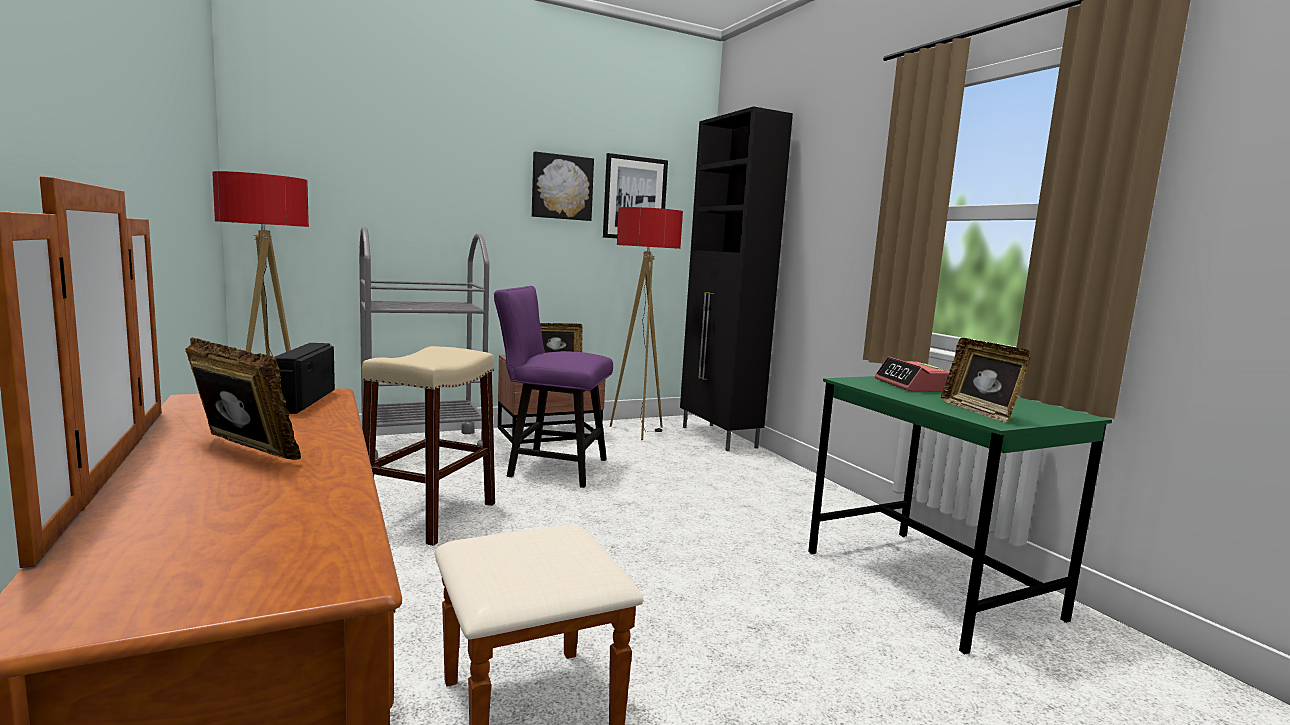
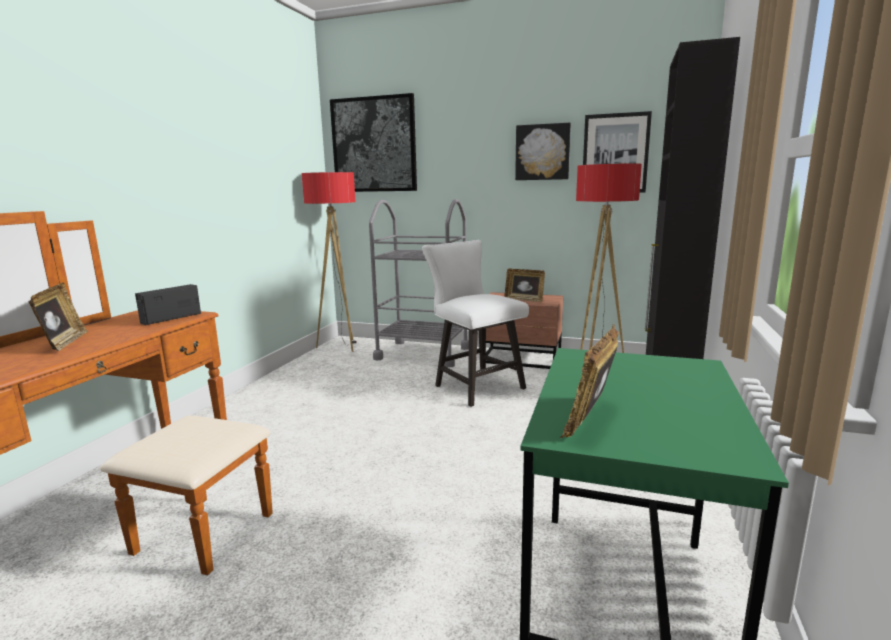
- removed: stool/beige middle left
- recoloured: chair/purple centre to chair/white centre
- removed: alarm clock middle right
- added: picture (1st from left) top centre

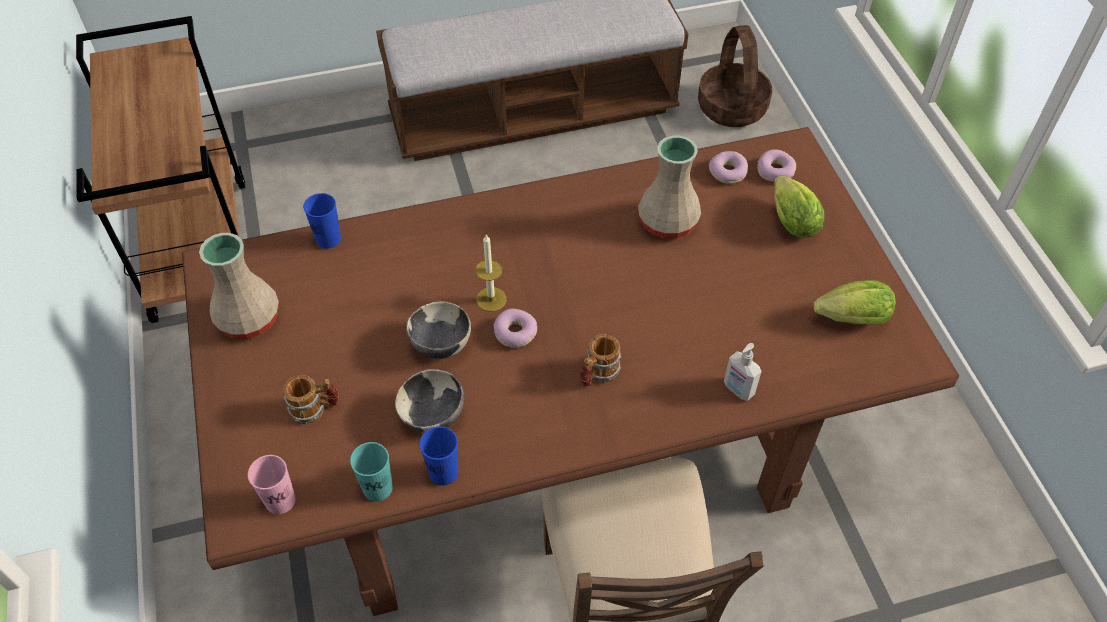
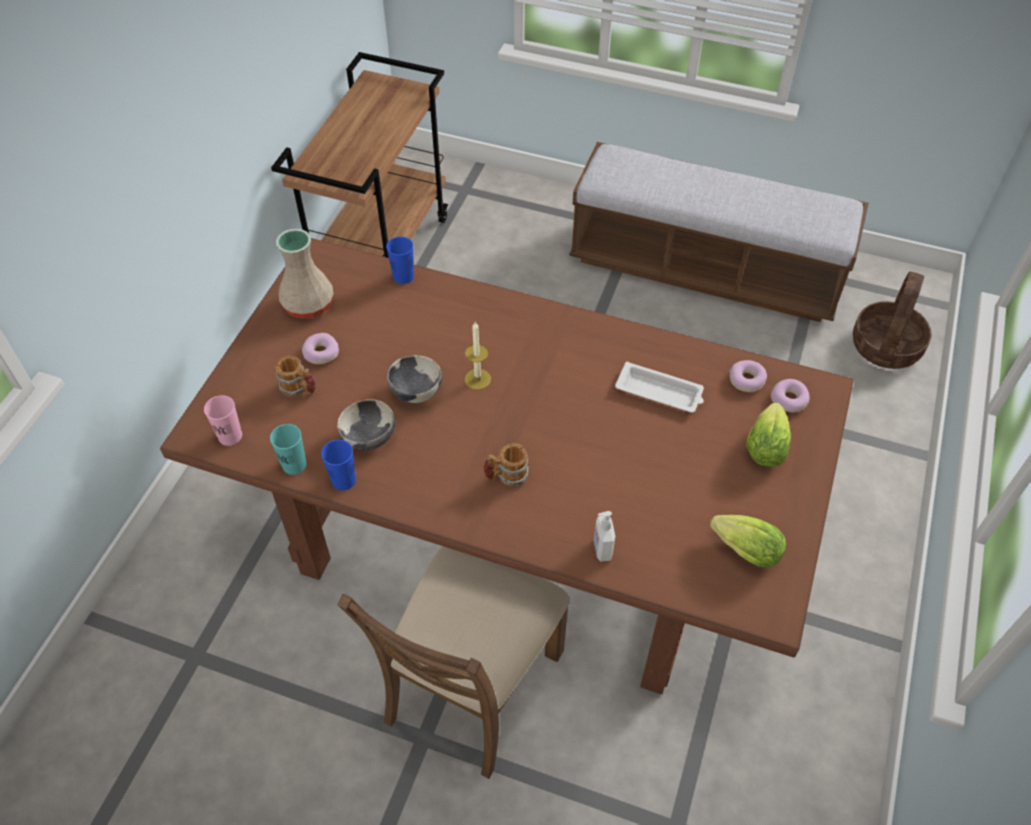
- moved: donut (1st from left) centre to middle left
- replaced: vase/beige (2nd from left) top centre to tray/white centre

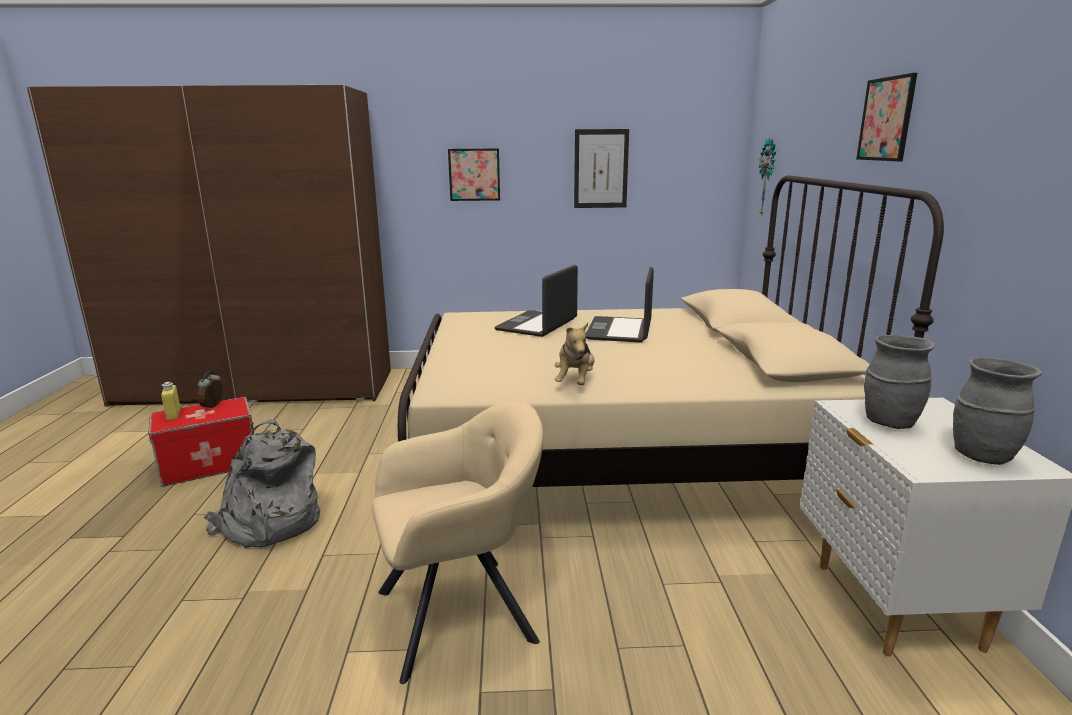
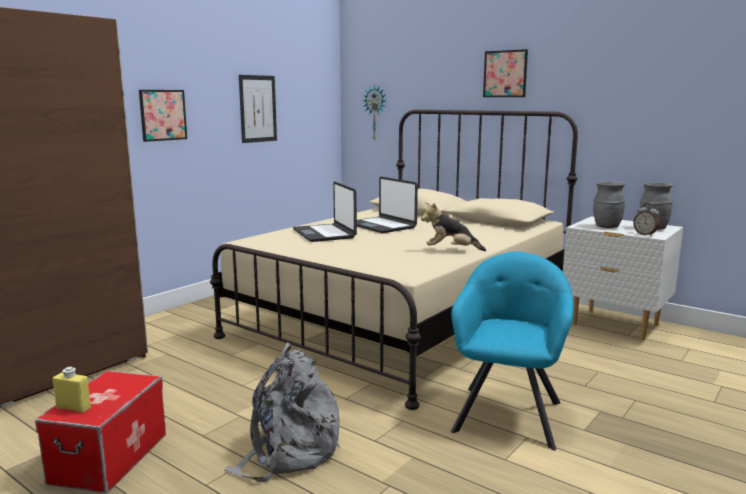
- moved: alarm clock middle left to middle right
- recoloured: armchair/beige bottom centre to armchair/turquoise bottom right
- turned: plush toy centre = centre 135 degrees clockwise

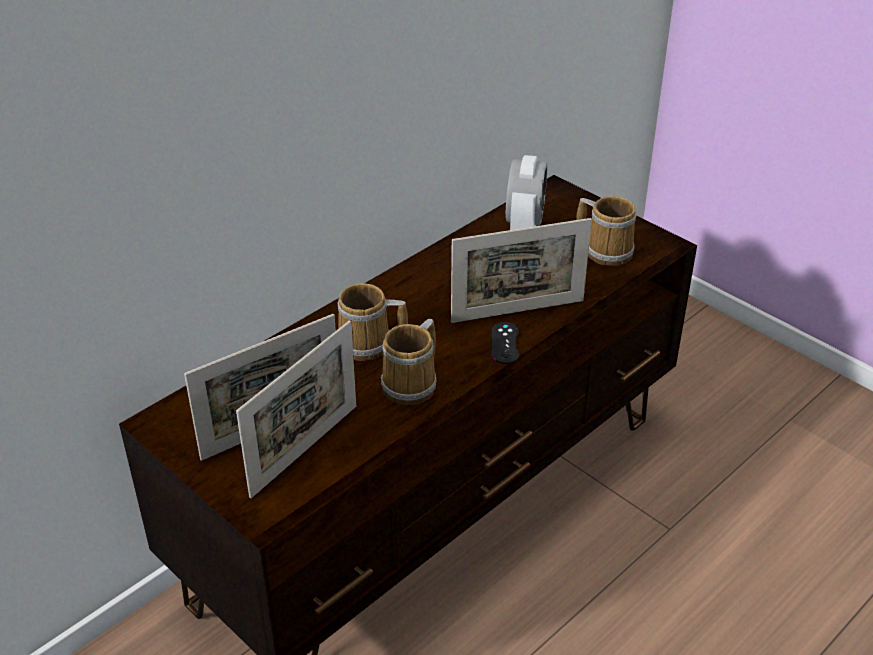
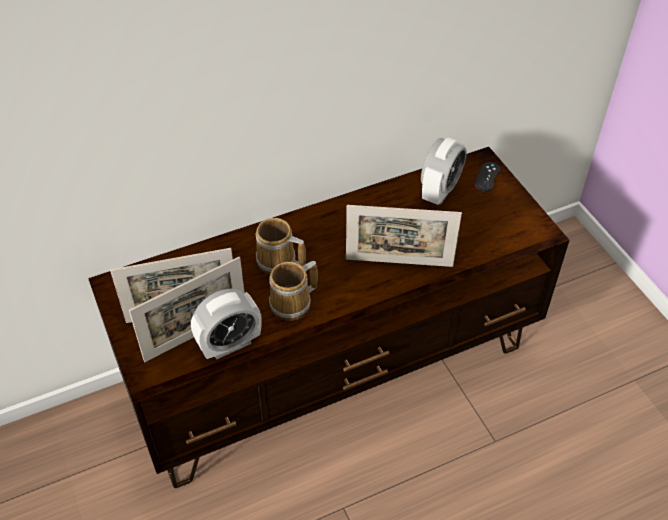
- moved: game controller/black centre to middle right
- removed: mug (3rd from left) middle right
- added: alarm clock (1st from left) centre

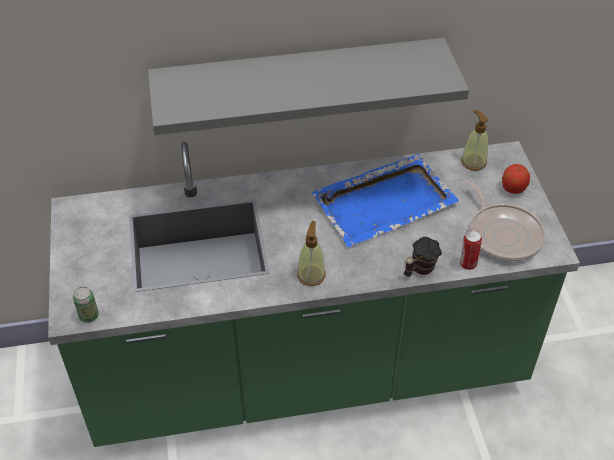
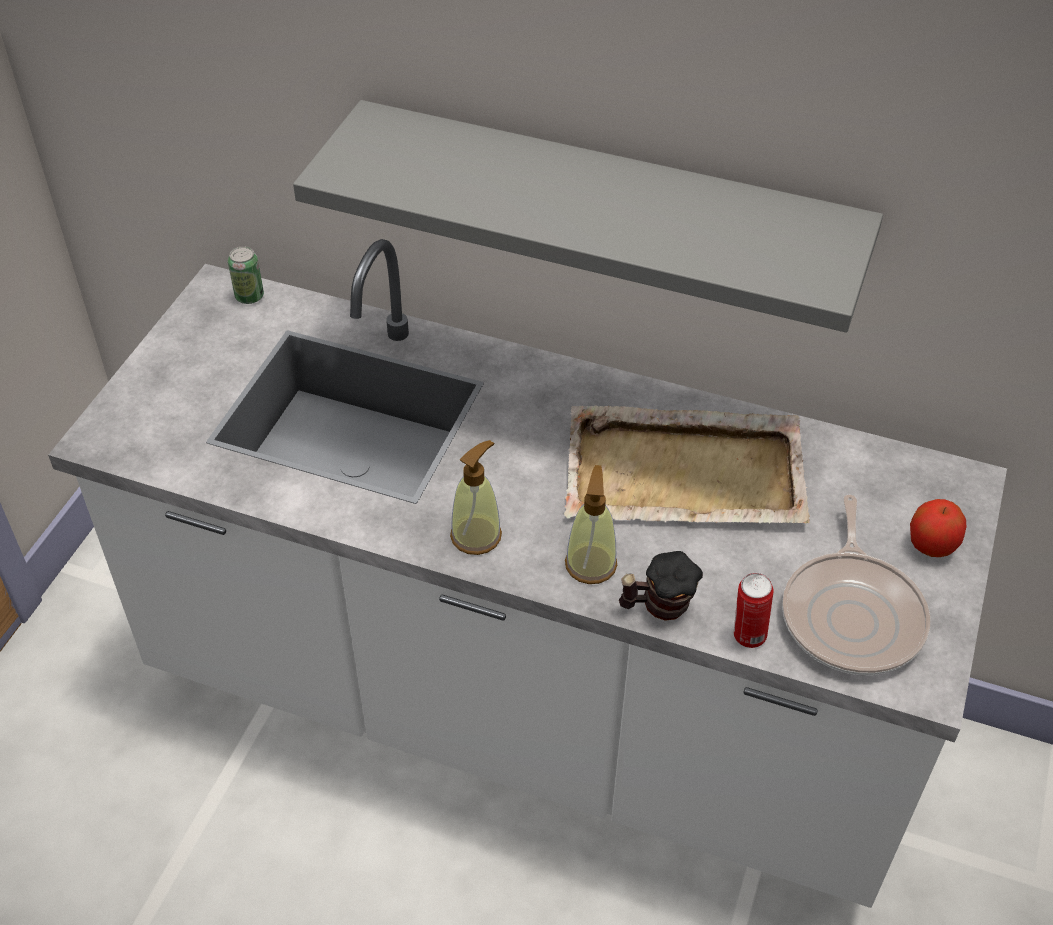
- recoloured: counter/green centre to counter/white centre
- moved: can (1st from left) middle left to top left
- recoloured: tray/blue centre to tray/beige centre
- moved: soap dispenser (2nd from left) top right to centre

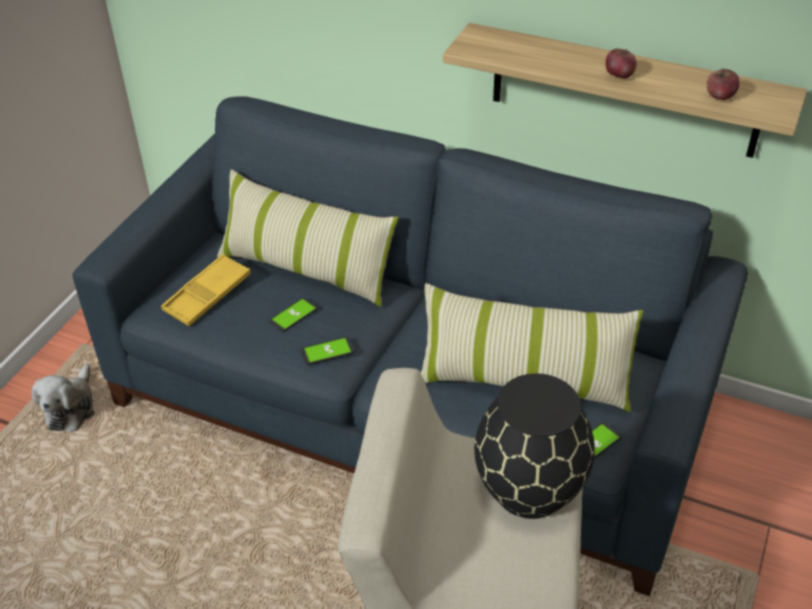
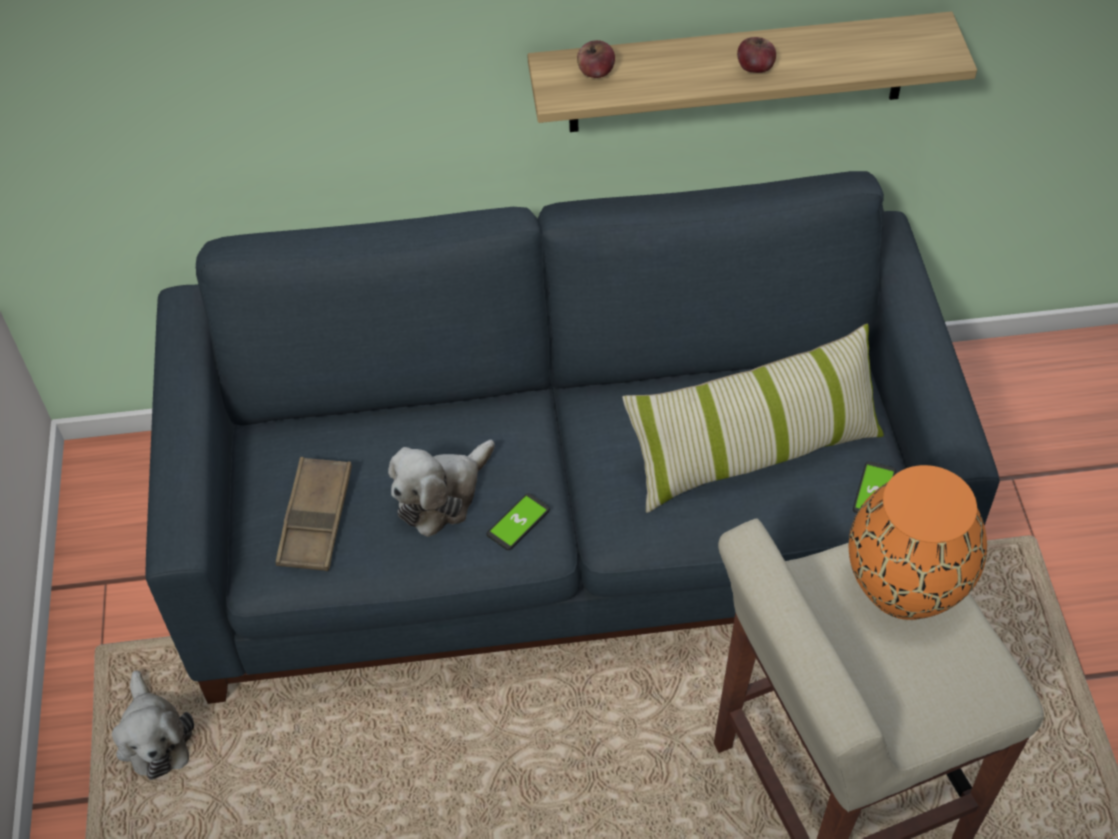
- recoloured: tray/yellow middle left to tray/brown middle left
- removed: pillow (1st from left) centre
- replaced: phone (1st from left) centre to plush toy (2nd from left) centre
- recoloured: vase/black bottom centre to vase/orange middle right
- moved: apple (2nd from left in the first image) top right to apple (1st from left) top centre

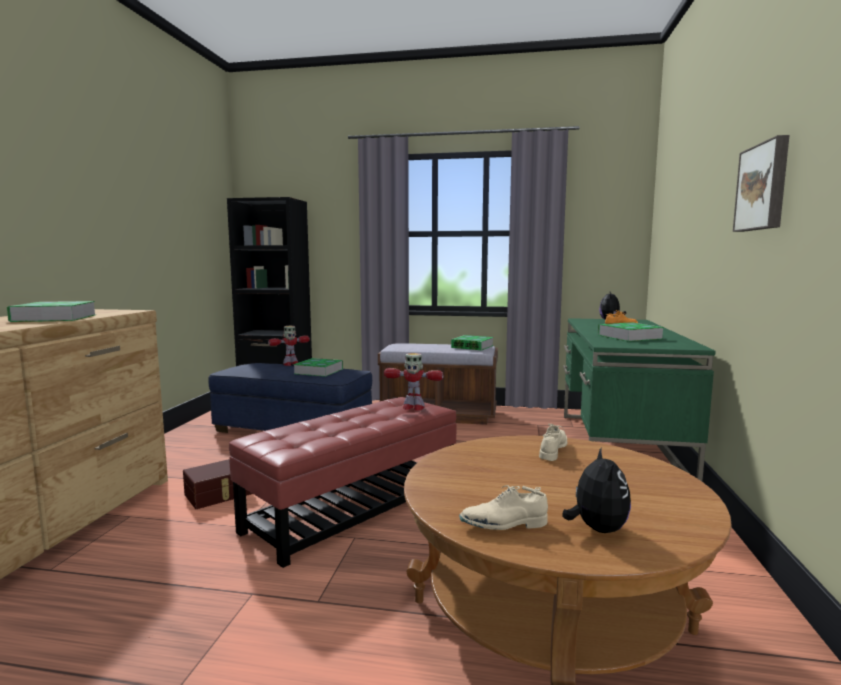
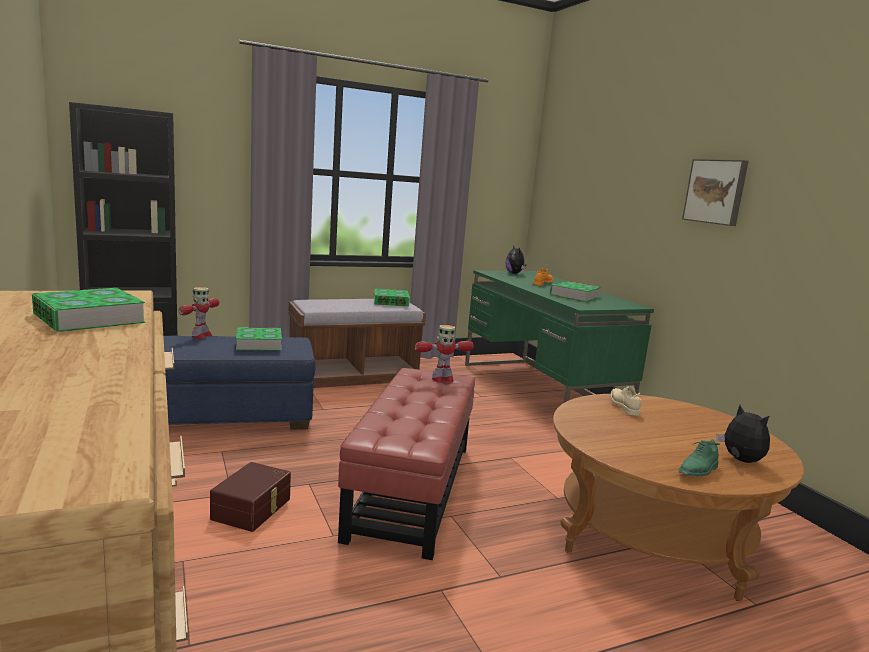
- recoloured: shoe/beige (1st from left) bottom centre to shoe/green bottom right

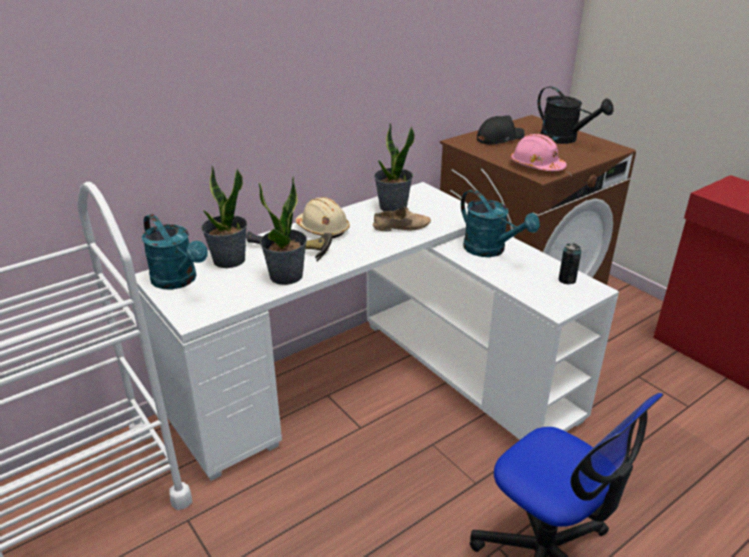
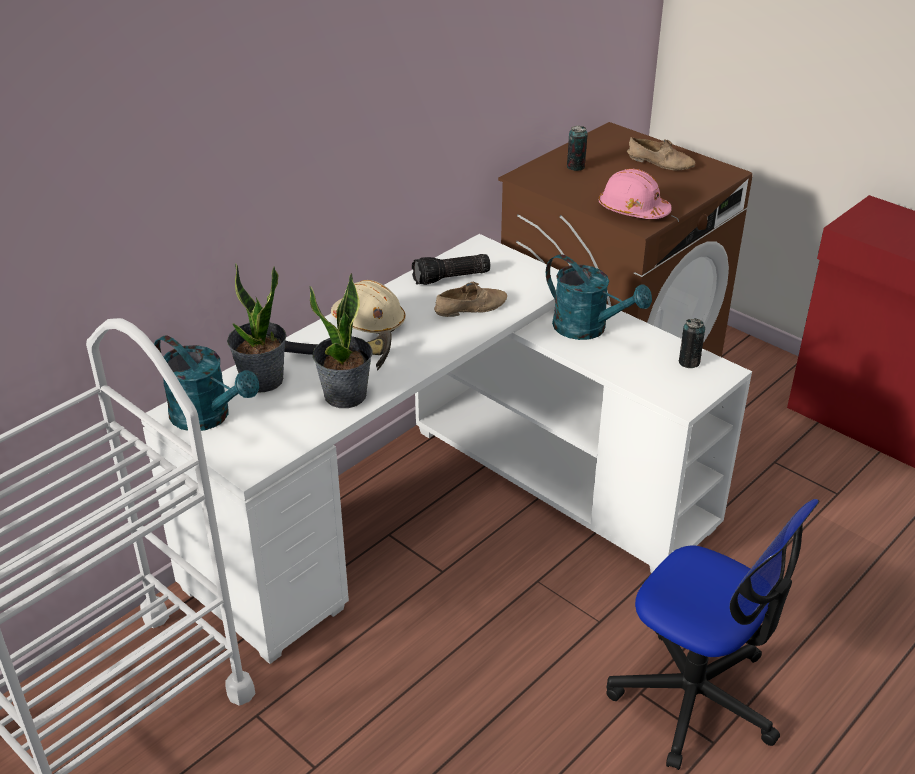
- replaced: potted plant (3rd from left) top centre to flashlight centre
- replaced: cap/black top right to can (1st from left) top centre
- replaced: watering can/black top right to shoe/beige (2nd from left) top right

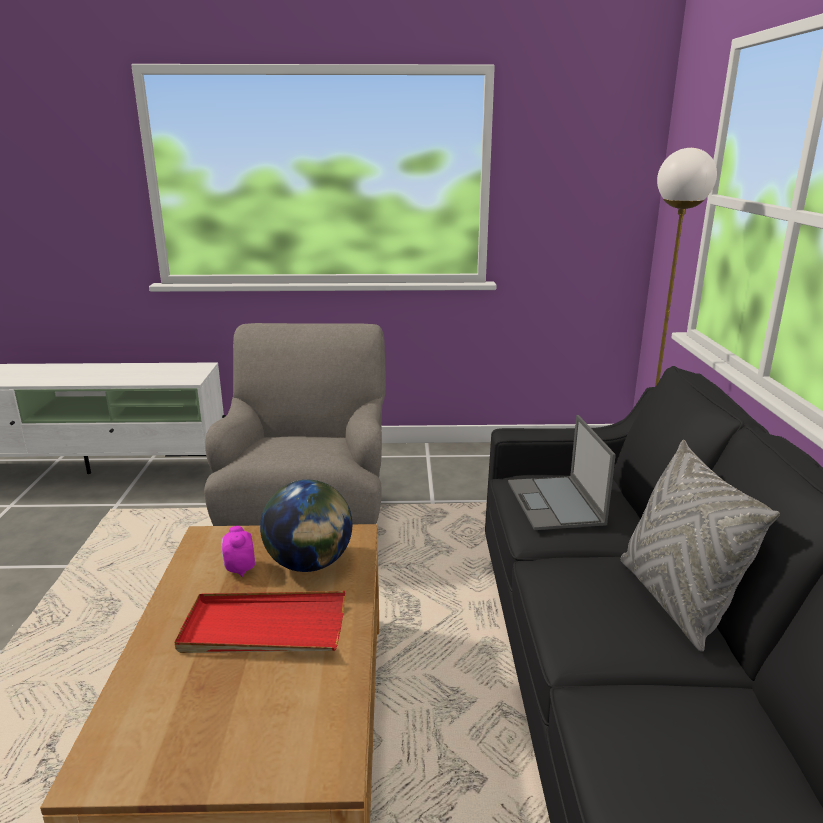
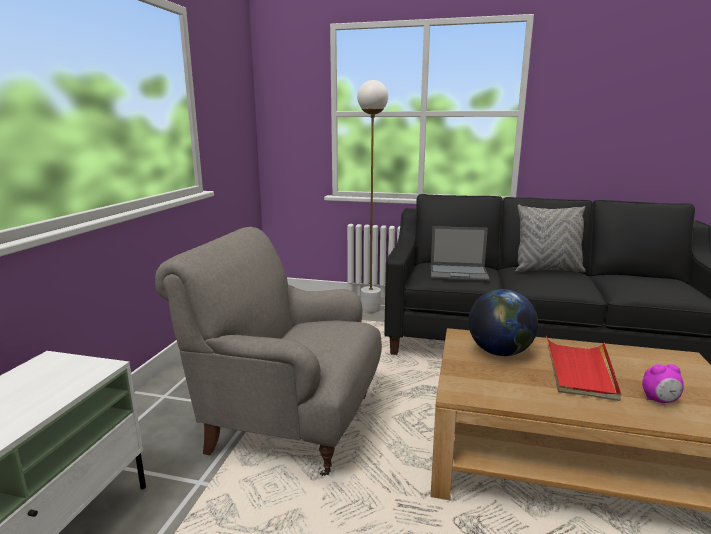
- moved: alarm clock bottom left to bottom right

